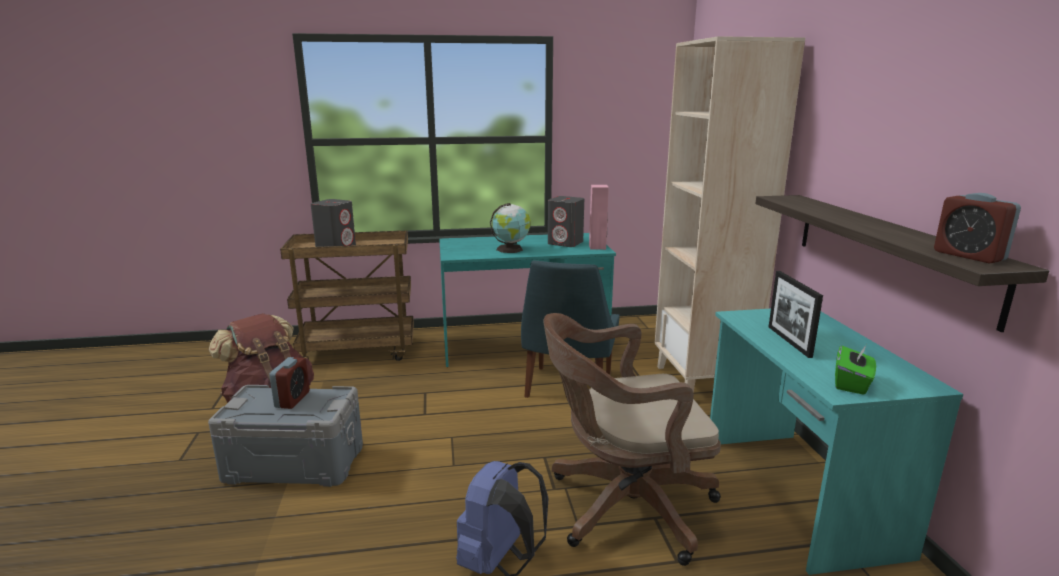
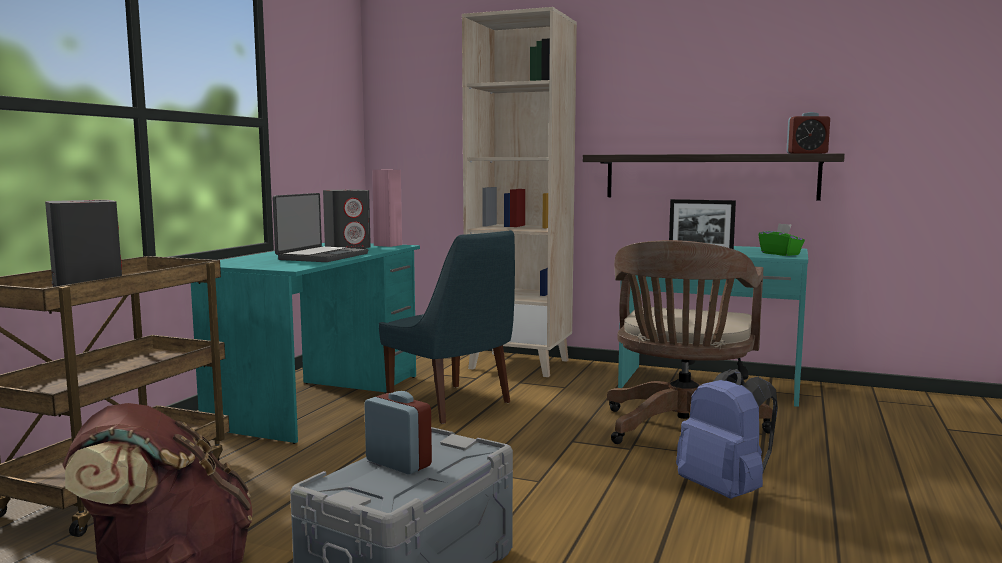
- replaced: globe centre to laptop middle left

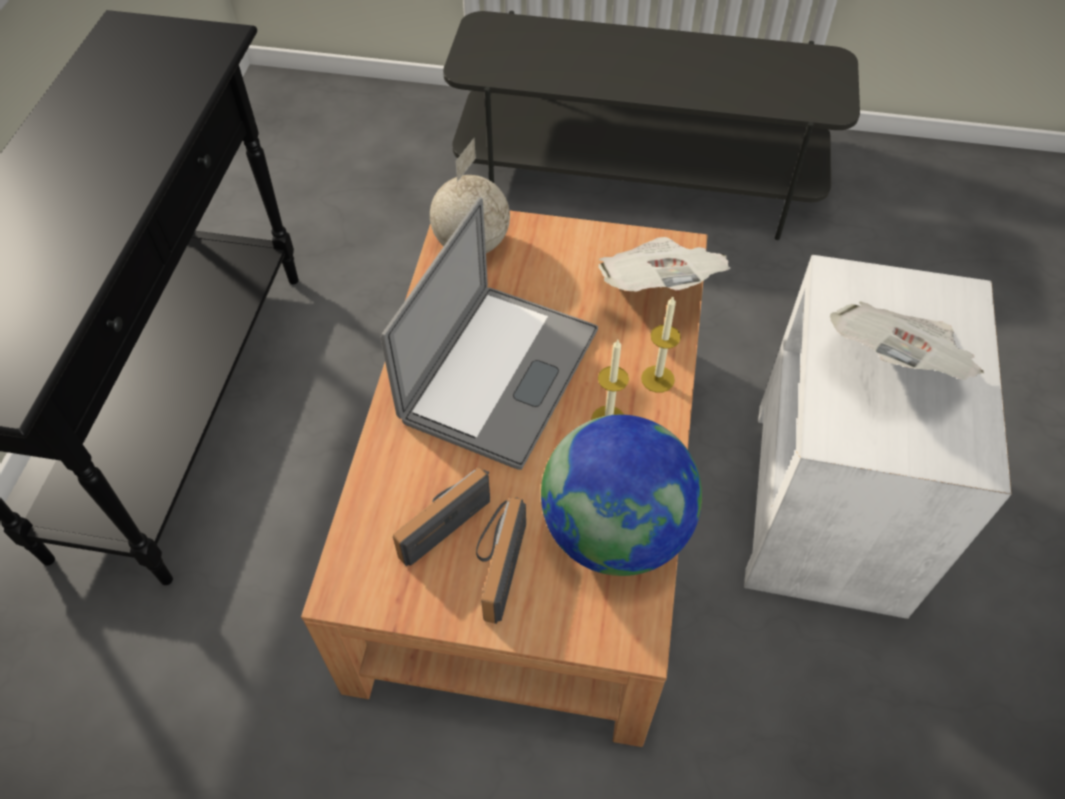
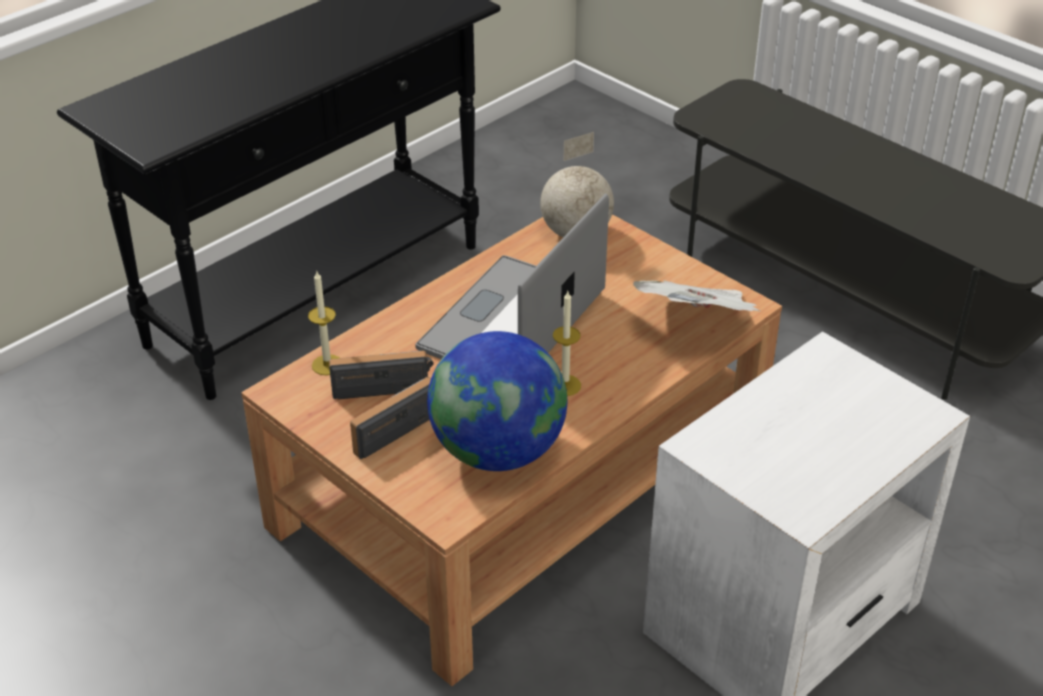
- turned: laptop centre = centre 150 degrees clockwise
- moved: candle (2nd from left in the first image) centre to candle (1st from left) middle left
- removed: newspaper (2nd from left) middle right

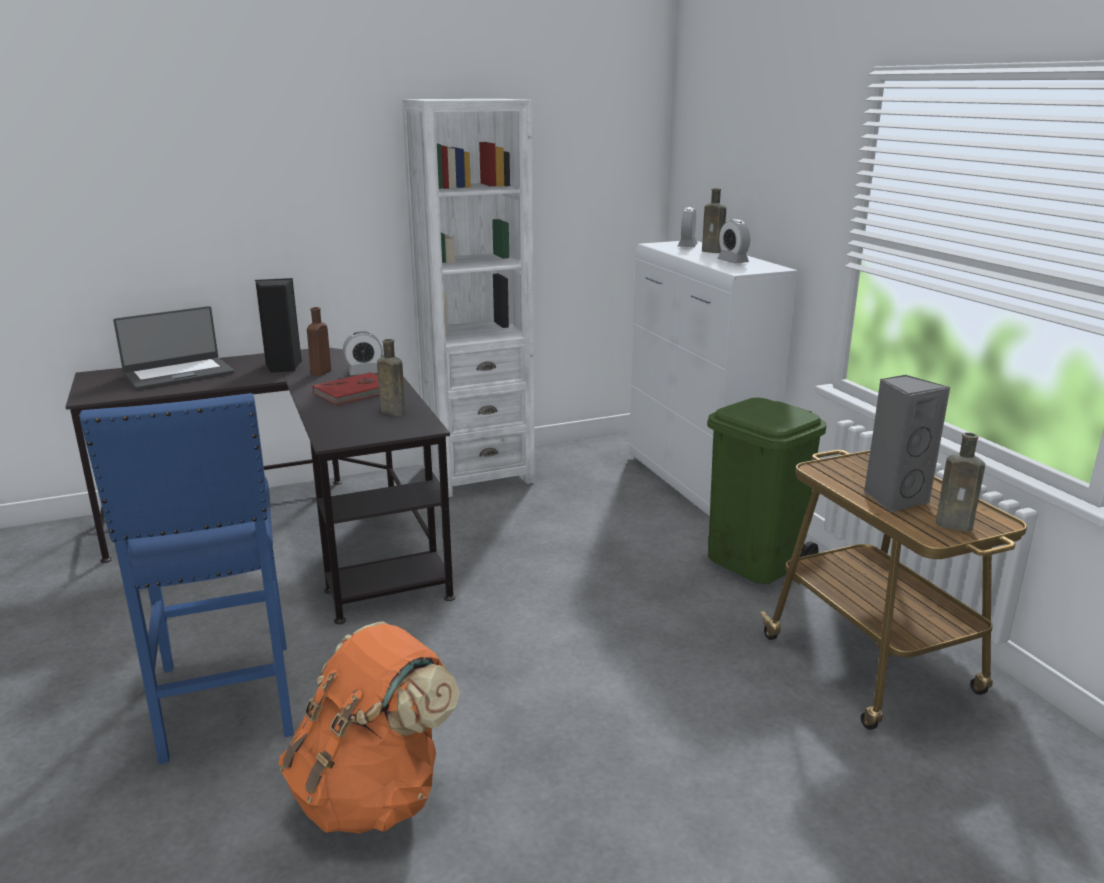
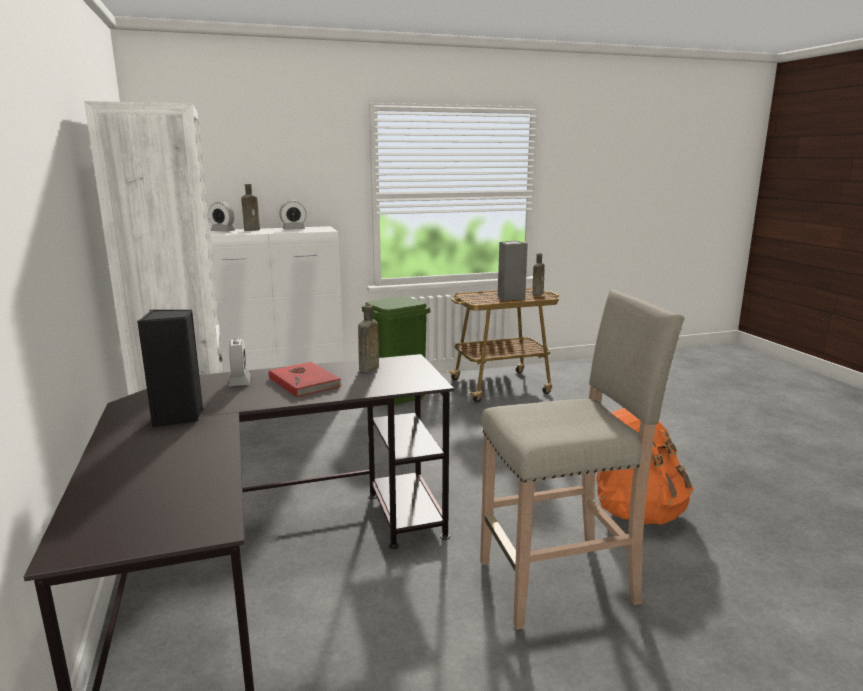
- recoloured: stool/blue middle left to stool/beige middle right
- removed: laptop middle left
- removed: bottle/brown (1st from left) middle left

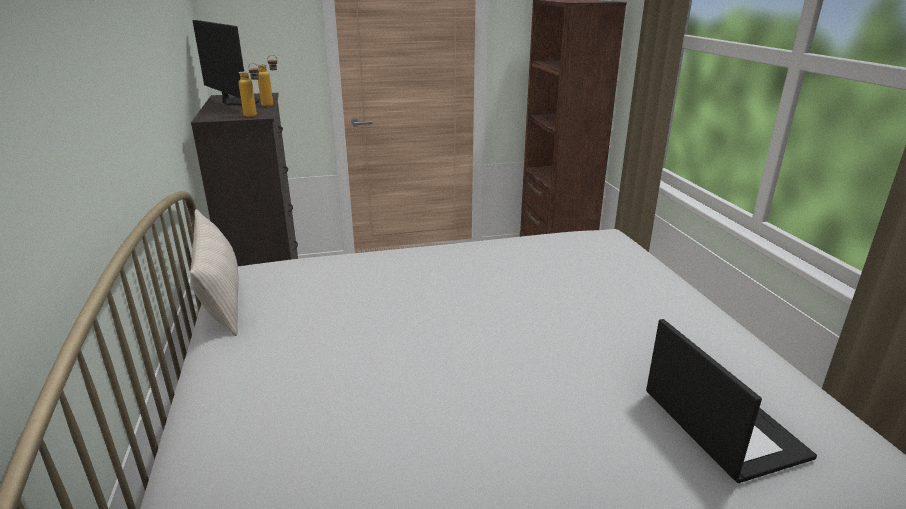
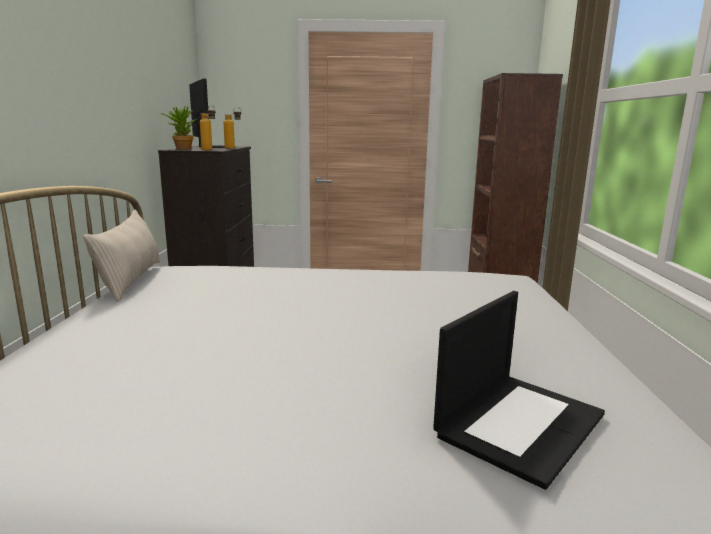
- turned: laptop bottom right = bottom right 45 degrees clockwise
- added: potted plant top left

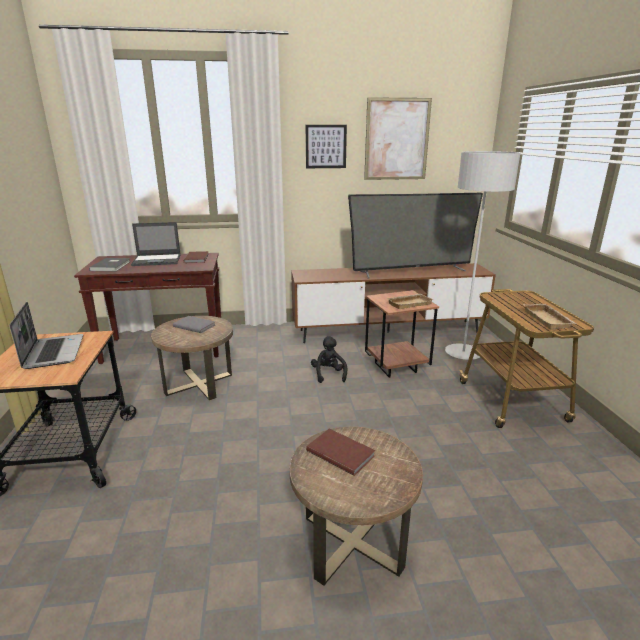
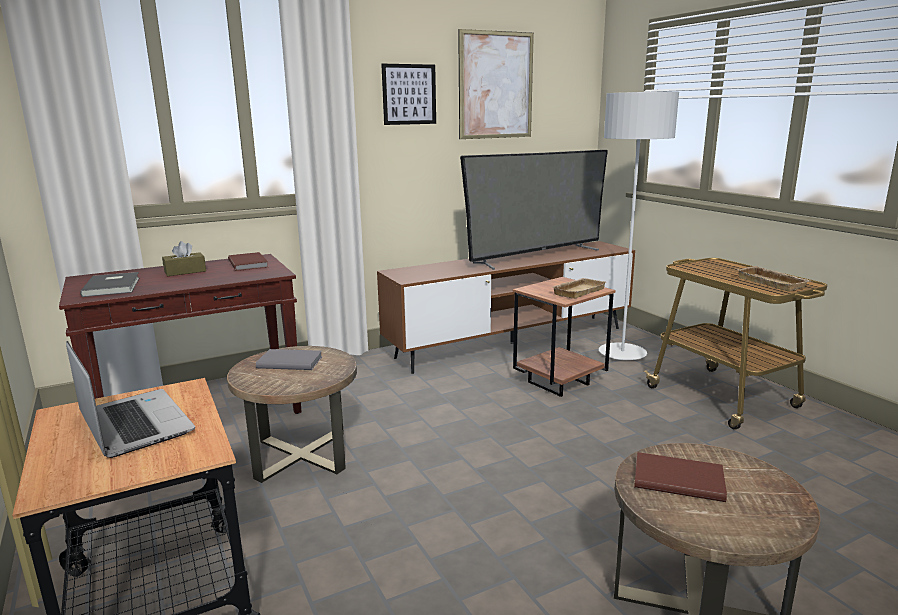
- replaced: laptop (2nd from left) middle left to tissue box/brown middle left
- removed: plush toy/black centre

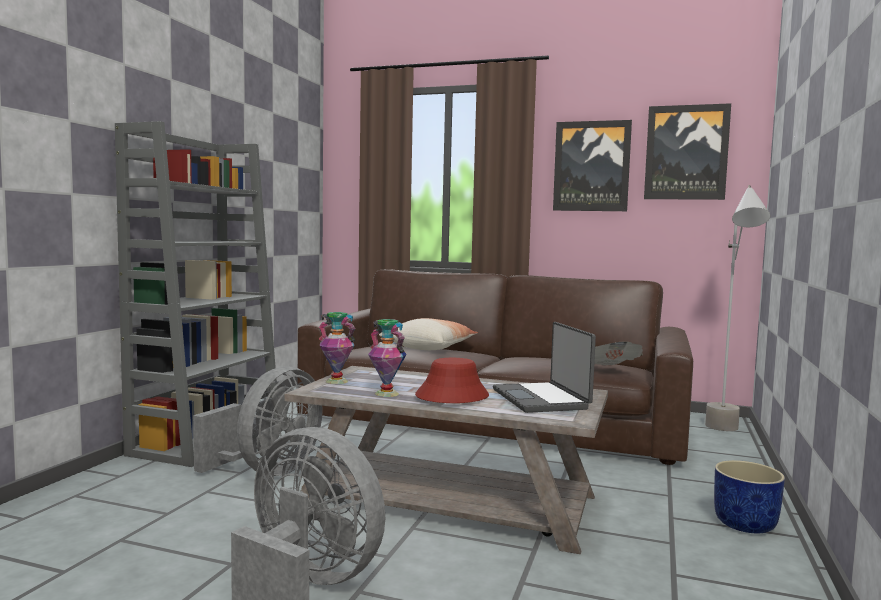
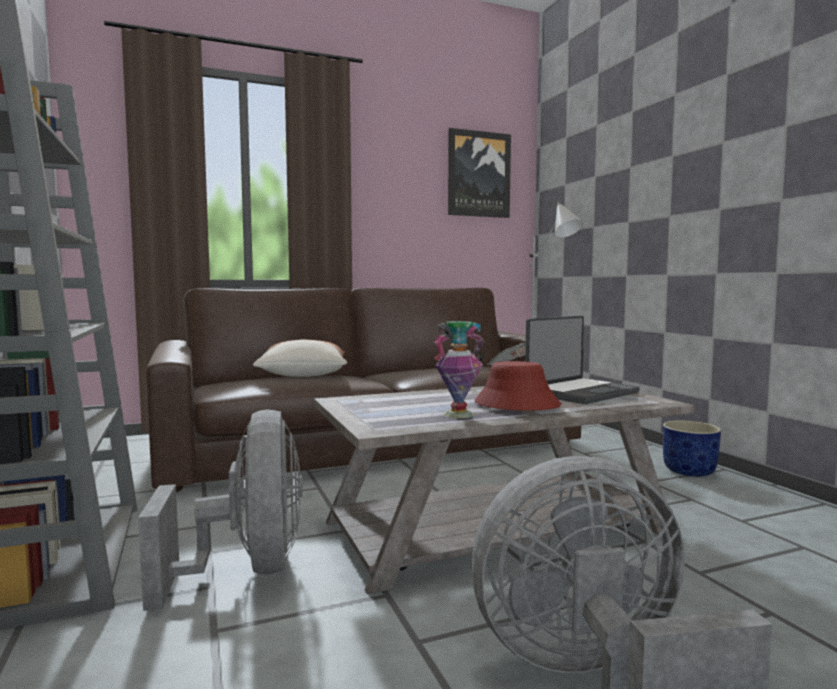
- removed: vase (1st from left) centre
- turned: laptop centre = middle right 75 degrees counterclockwise
- removed: picture (1st from left) top right

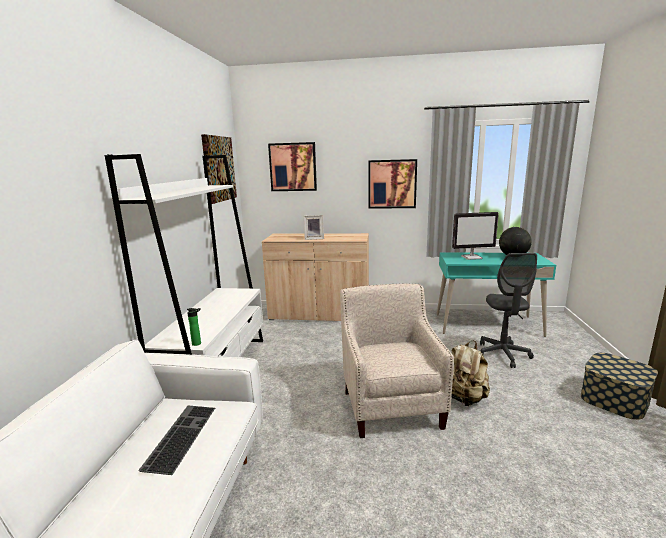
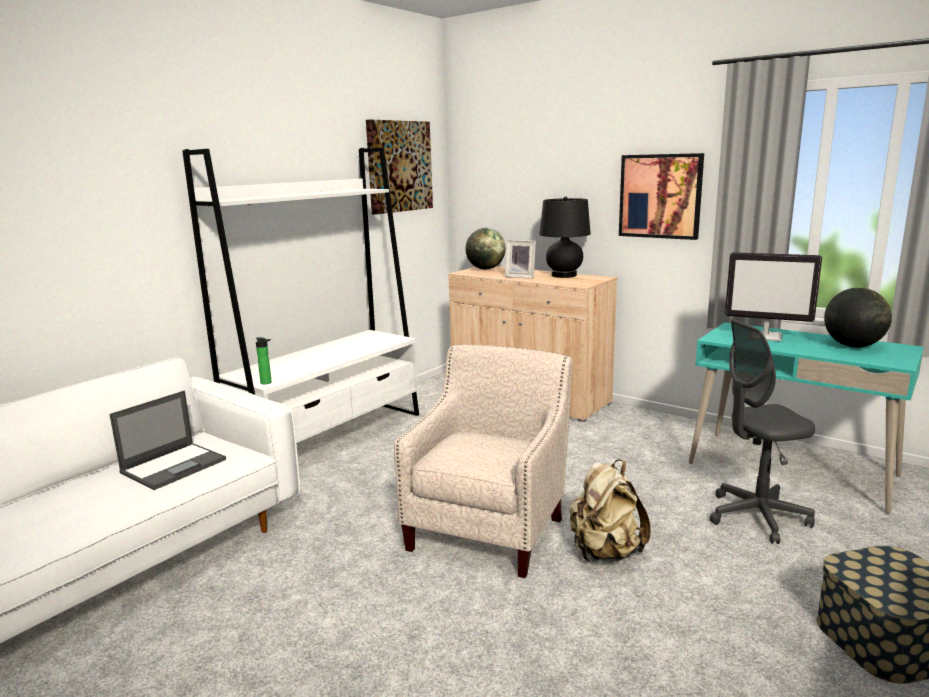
- replaced: keyboard bottom left to laptop middle left
- removed: picture (2nd from left) top centre
- turned: office chair/grey middle right = middle right 45 degrees clockwise
- added: globe (1st from left) centre
- added: table lamp/black centre

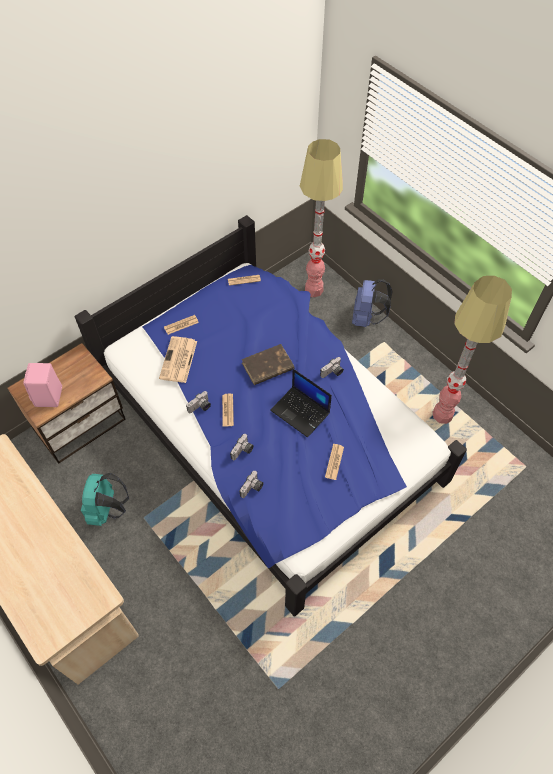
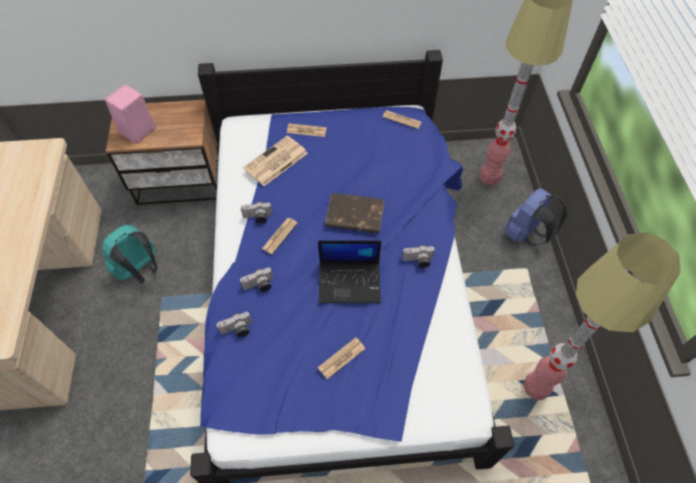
- turned: laptop centre = centre 75 degrees counterclockwise

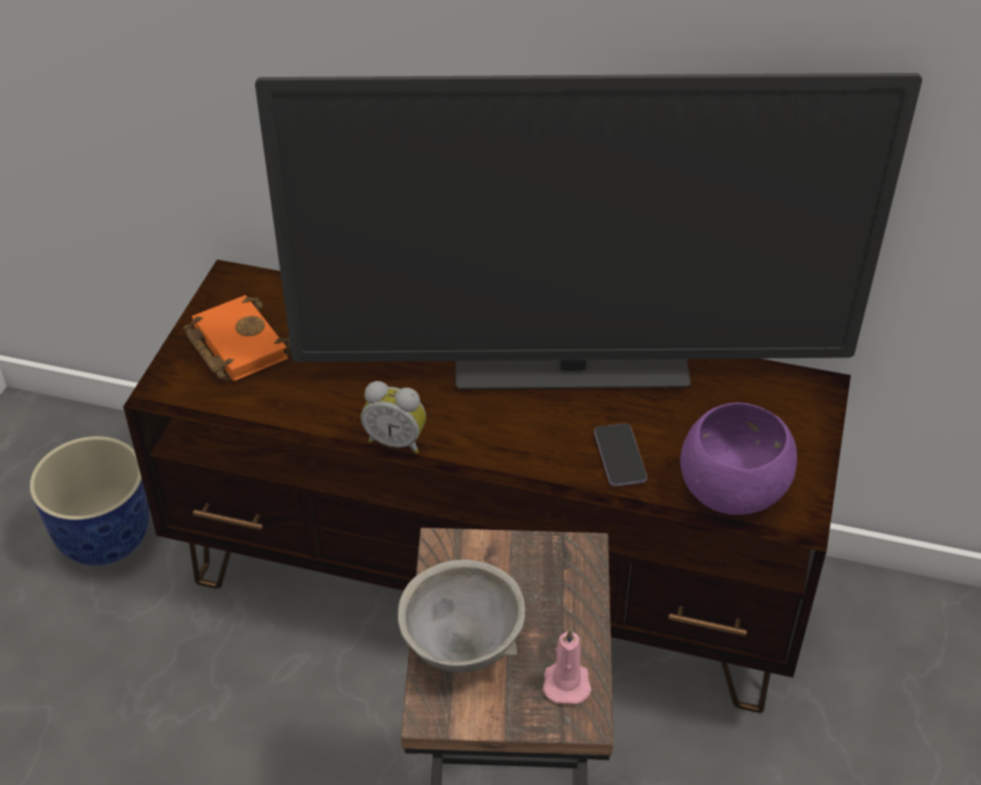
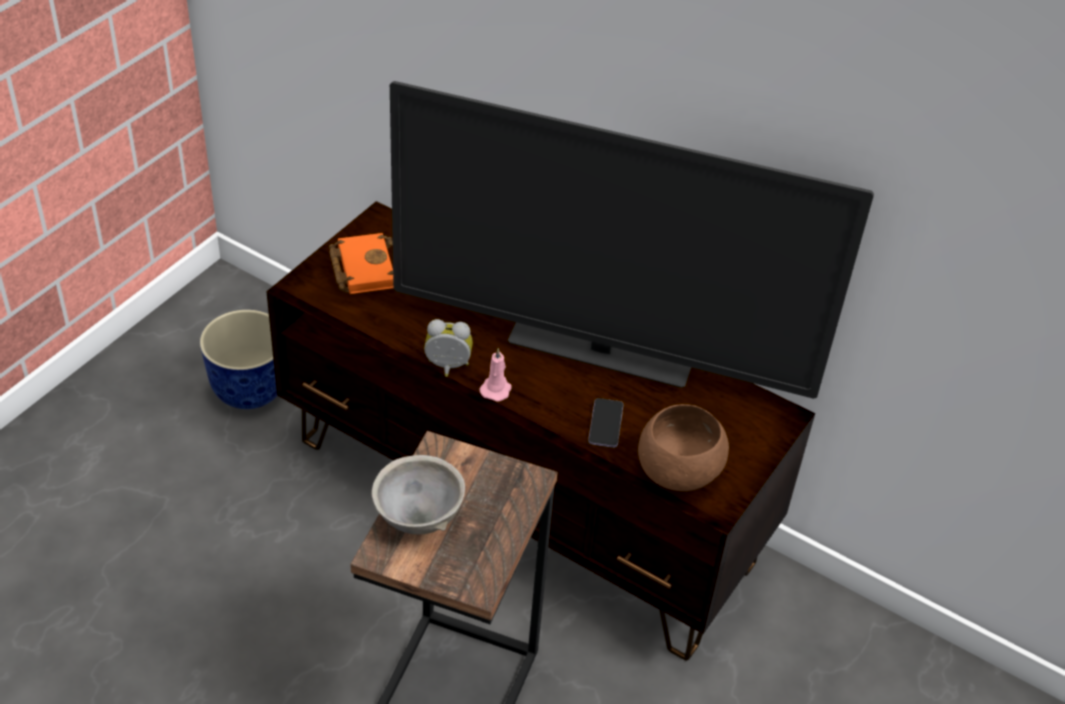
- turned: alarm clock centre = centre 150 degrees clockwise
- moved: candle/pink bottom centre to centre
- recoloured: bowl/purple middle right to bowl/brown centre

